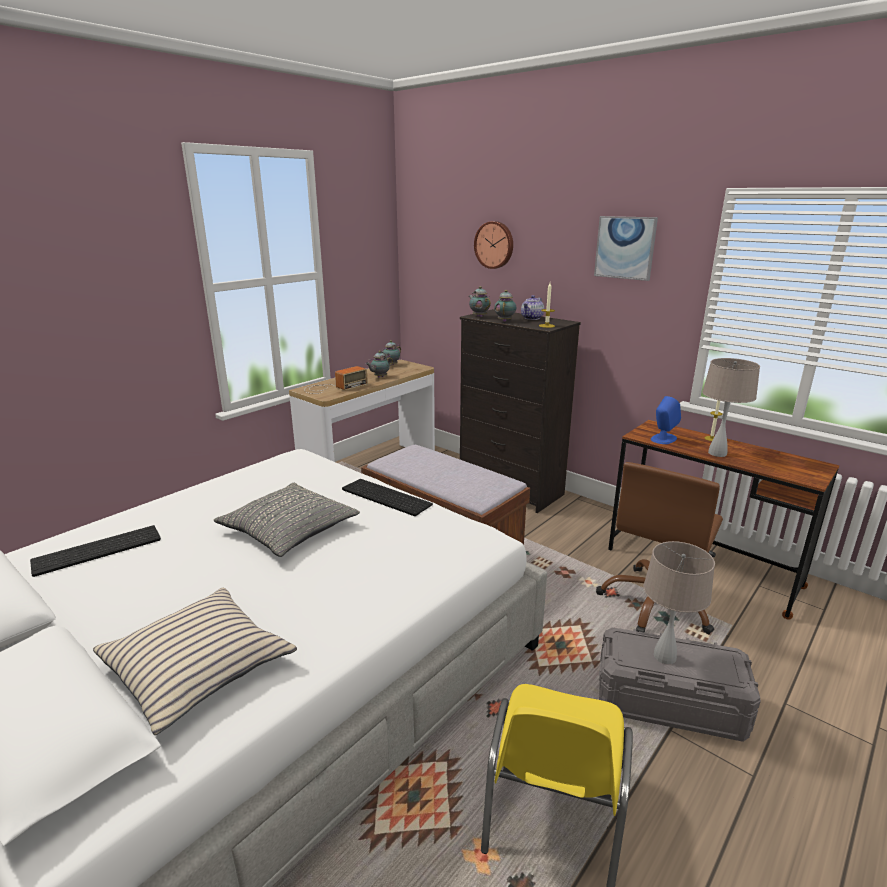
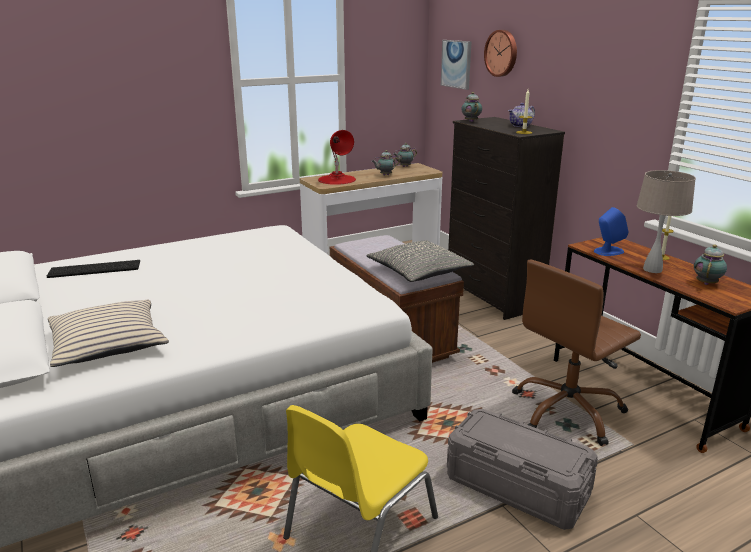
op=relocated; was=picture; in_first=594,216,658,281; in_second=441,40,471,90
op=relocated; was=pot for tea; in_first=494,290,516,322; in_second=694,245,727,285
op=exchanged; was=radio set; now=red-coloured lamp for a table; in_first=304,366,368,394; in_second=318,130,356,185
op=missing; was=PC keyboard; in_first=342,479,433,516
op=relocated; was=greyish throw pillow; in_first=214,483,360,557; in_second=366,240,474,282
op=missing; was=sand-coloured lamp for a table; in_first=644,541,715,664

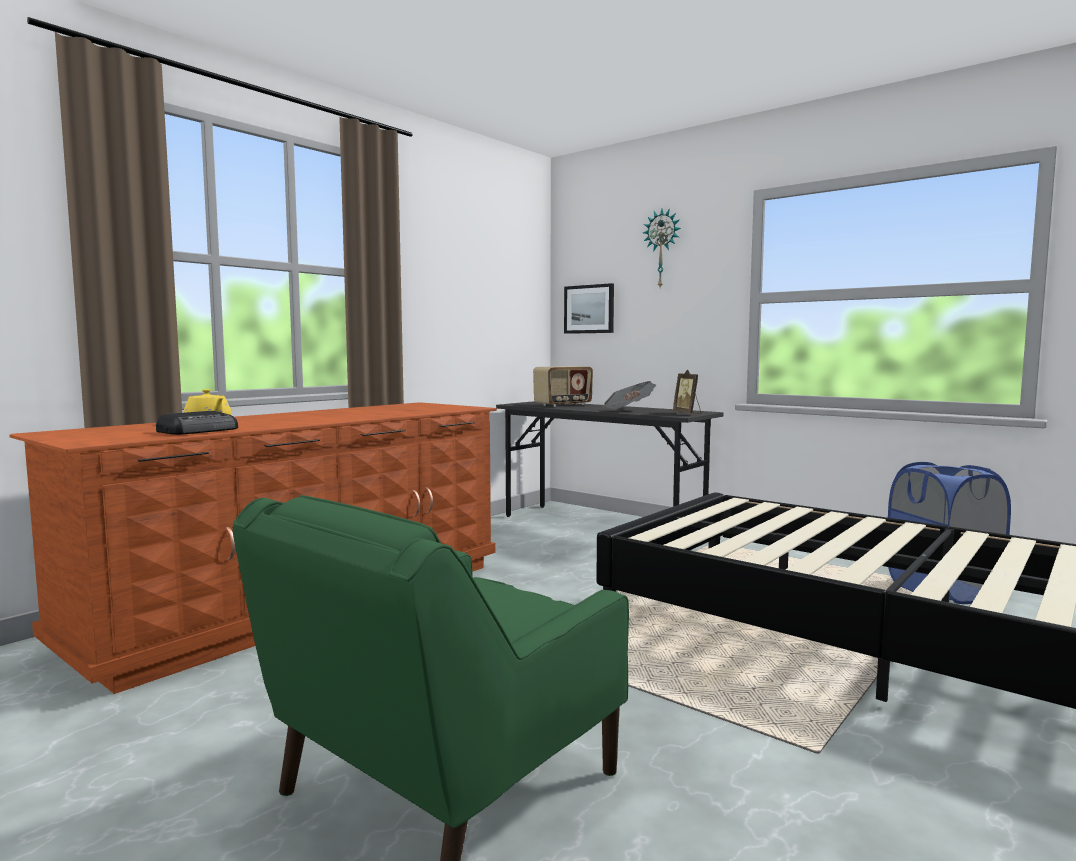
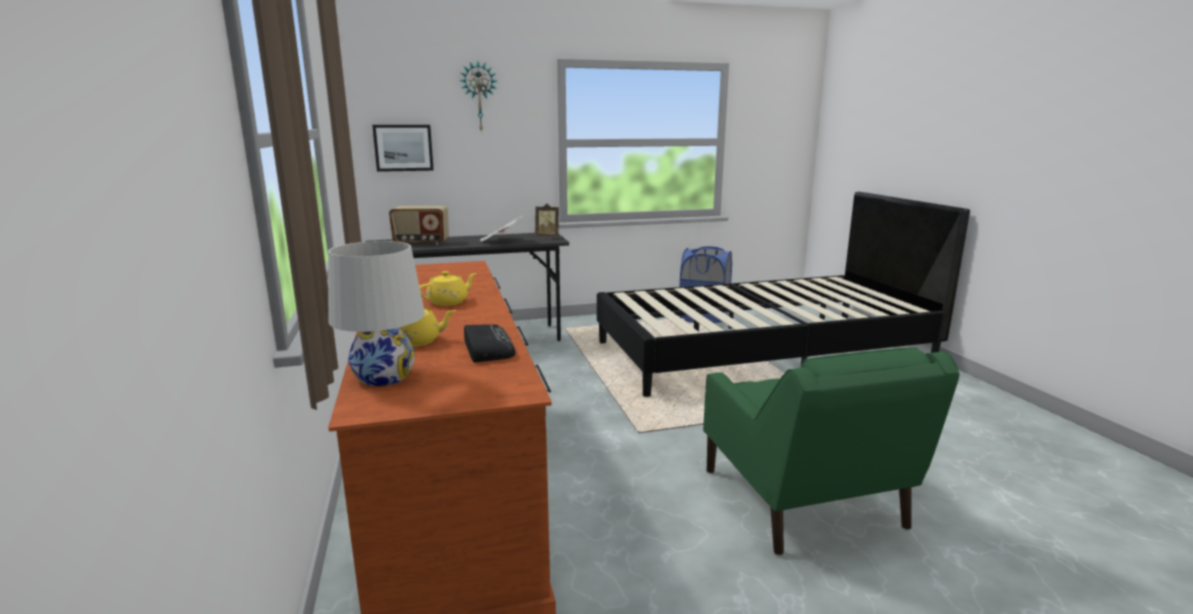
op=spun; was=radio set; in_first=533,366,593,407; in_second=389,206,449,245; clockwise=90
op=appeared; now=white lamp for a table; in_second=328,241,425,386
op=appeared; now=yellow pot for tea; in_second=419,271,477,306

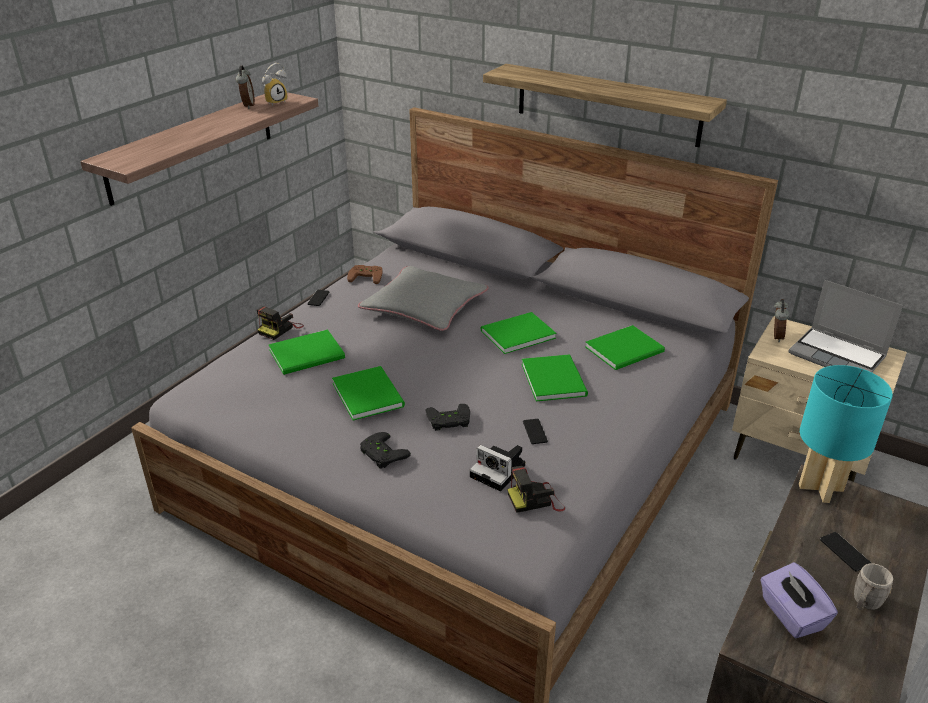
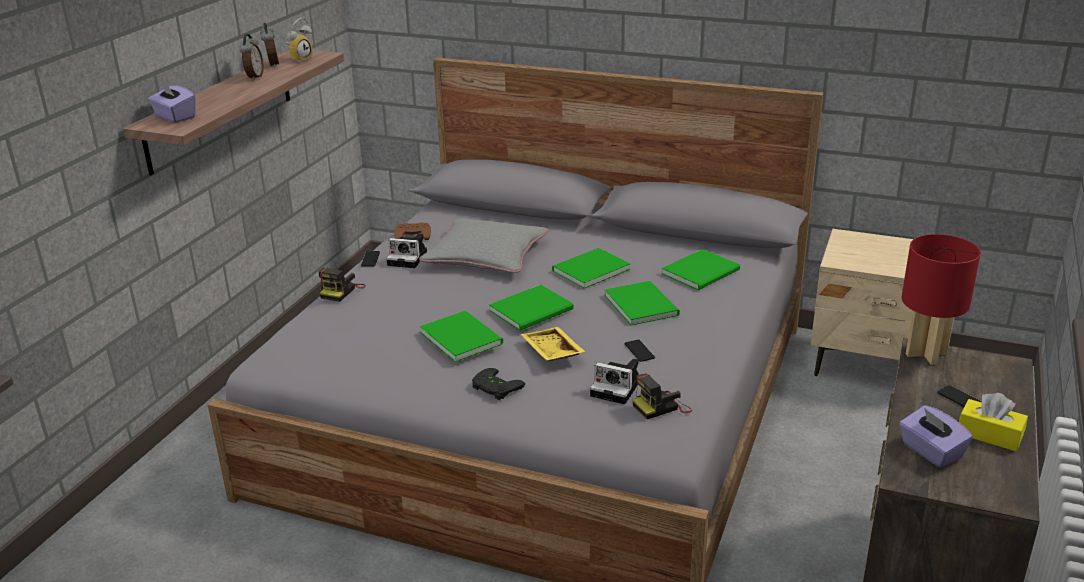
op=missing; was=wall shelf; in_first=483,64,727,147
op=missing; was=laptop; in_first=788,280,903,372
op=relocated; was=table clock; in_first=774,299,789,343; in_second=239,34,264,80
op=relocated; was=green-coloured volume; in_first=268,329,345,375; in_second=489,285,573,331
op=colour; was=turquoise lamp for a table; now=red-coloured lamp for a table; in_first=799,365,893,503; in_second=902,234,981,365
op=exchanged; was=blackish game controller; now=yellow serving tray; in_first=425,404,470,431; in_second=521,327,586,361
op=exchanged; was=greyish tea mug; now=yellow tissue holder; in_first=854,564,893,610; in_second=959,393,1028,451
op=appeared; now=purplish tissue holder; in_second=148,81,196,123
op=appeared; now=photo camera; in_second=386,233,427,268

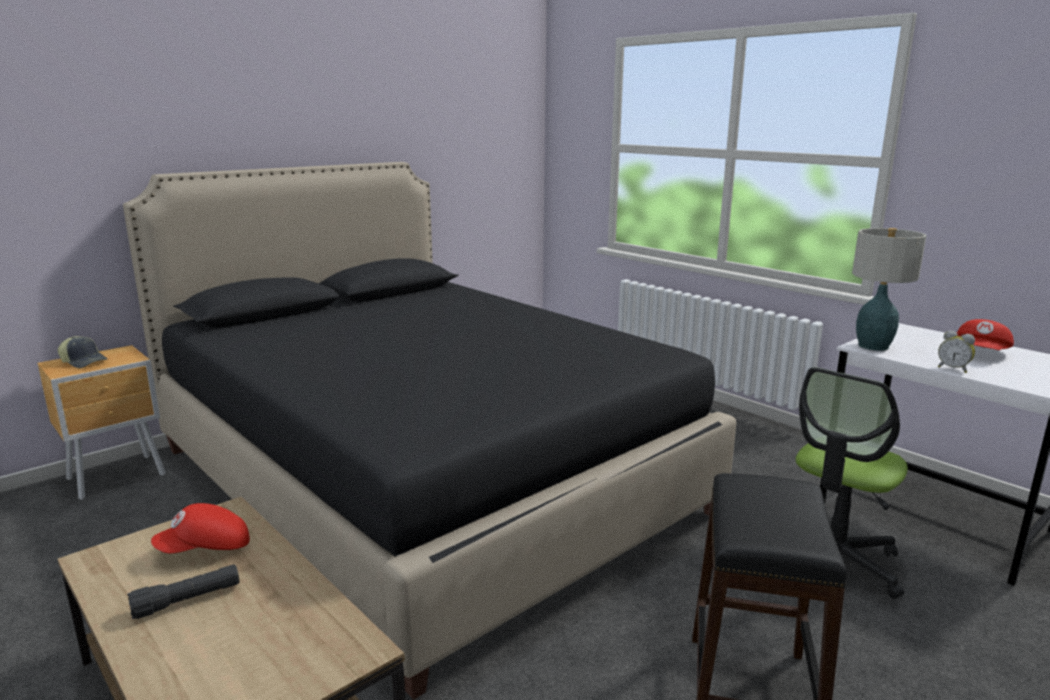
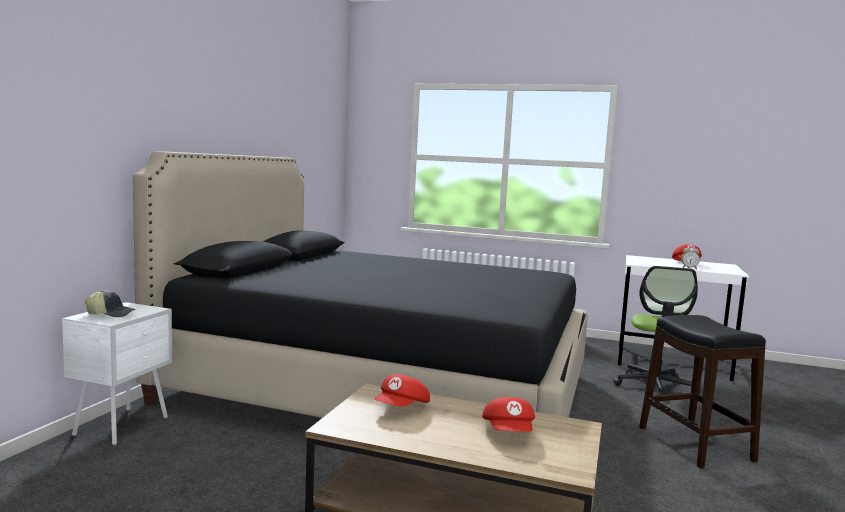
op=missing; was=lamp for a table; in_first=852,228,927,351
op=colour; was=brown-coloured nightstand; now=white nightstand; in_first=37,345,166,500; in_second=62,302,172,445
op=missing; was=blackish hand torch; in_first=127,565,239,619
op=appeared; now=red-coloured peaked cap; in_second=482,397,535,431

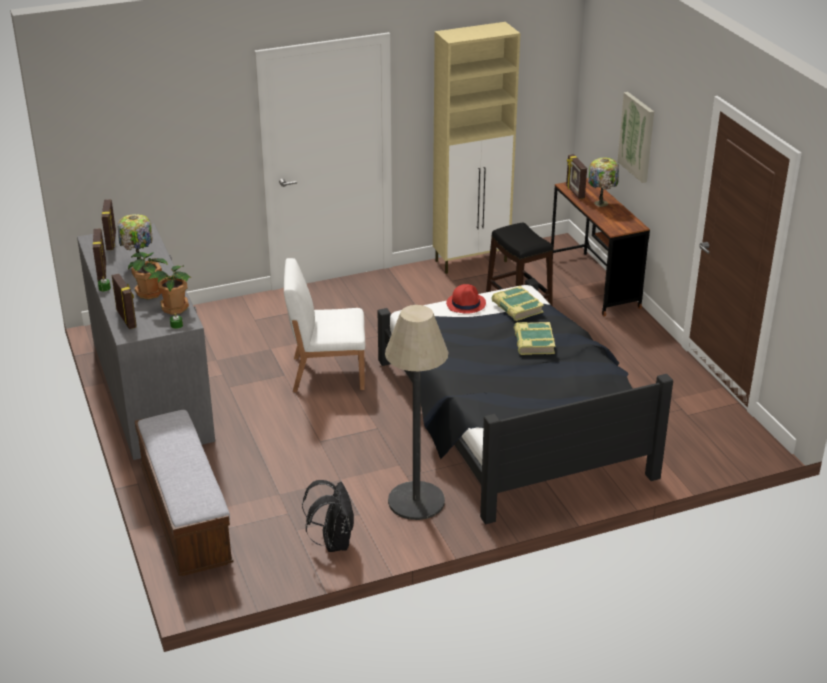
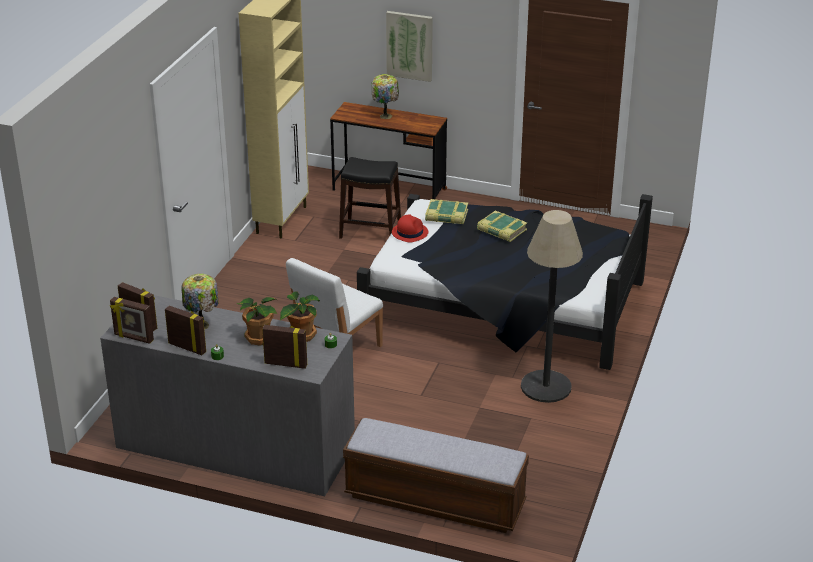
op=relocated; was=photo frame; in_first=566,154,587,199; in_second=110,297,154,344
op=missing; was=blackish backpack; in_first=302,480,354,552

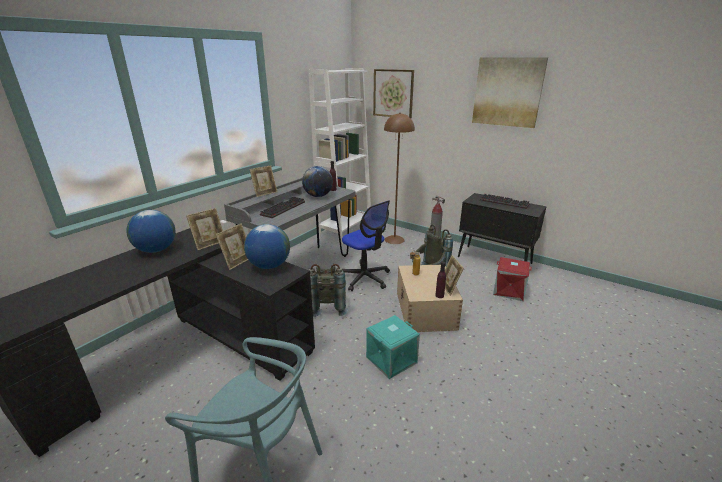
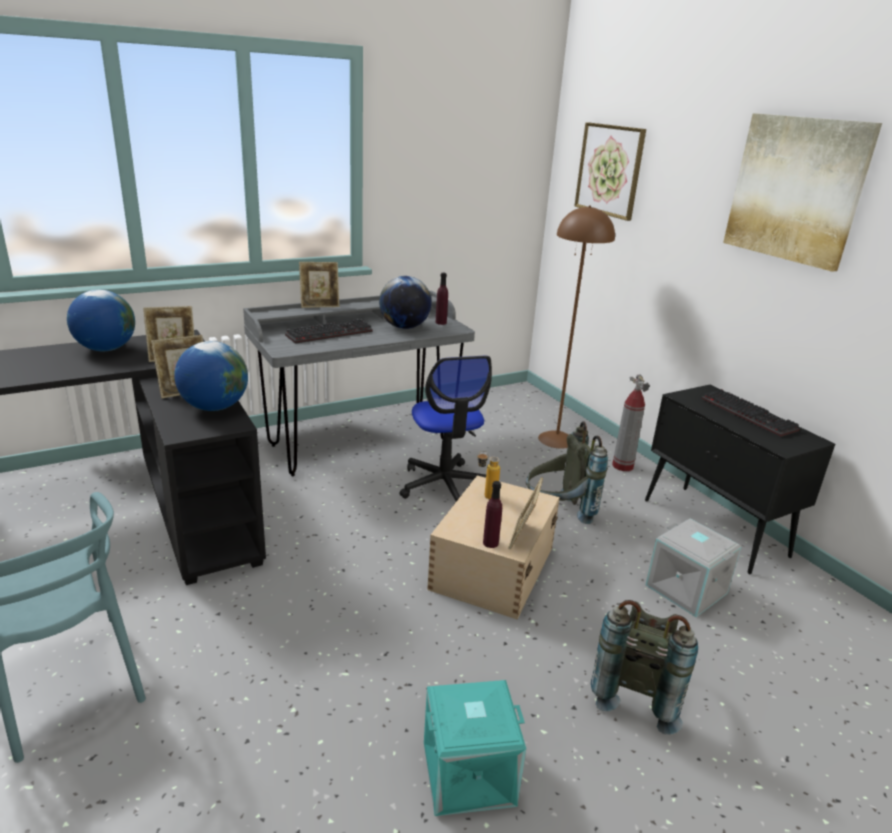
op=missing; was=white shelving unit; in_first=308,68,371,244
op=colour; was=red-coloured storage container; now=greyish storage container; in_first=493,257,532,301; in_second=646,519,741,617
op=relocated; was=greyish backpack; in_first=309,264,348,317; in_second=591,600,698,735
op=relocated; was=turquoise storage container; in_first=366,315,420,379; in_second=424,680,526,816

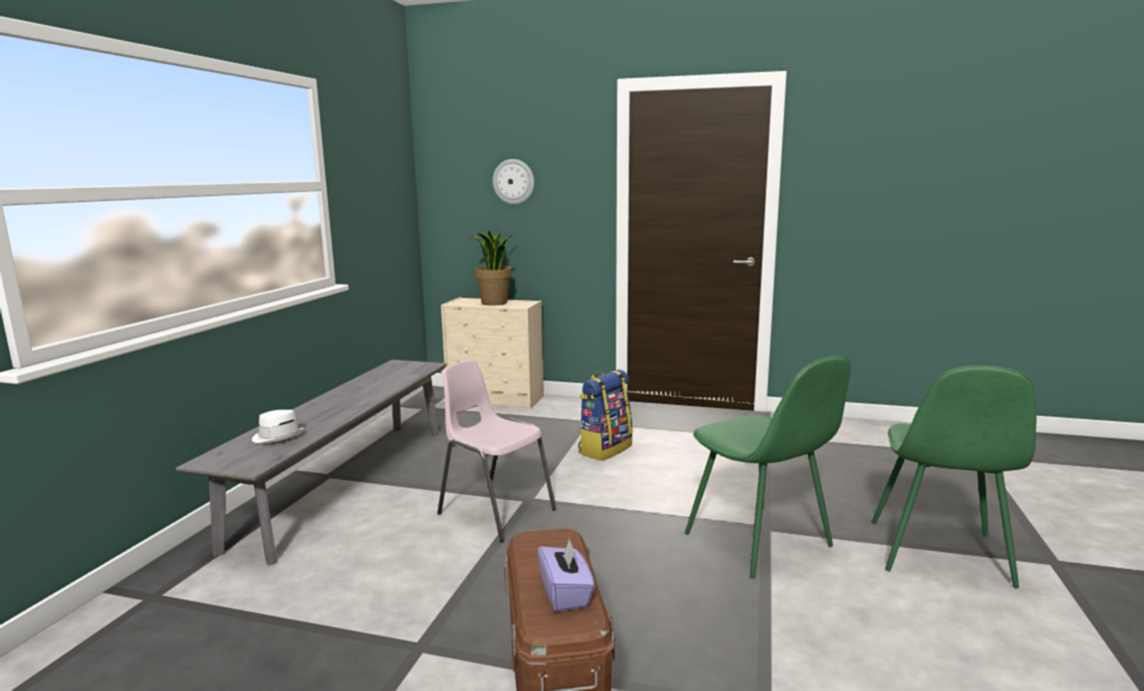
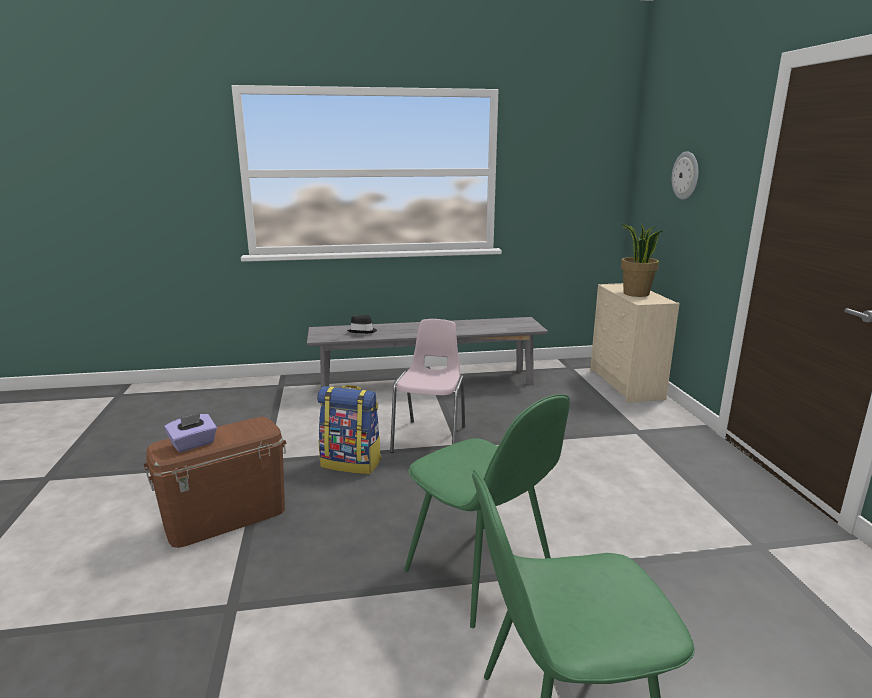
op=spun; was=green-coloured upright chair; in_first=685,356,851,578; in_second=404,394,570,628; clockwise=-75
op=relocated; was=backpack; in_first=578,370,633,461; in_second=317,385,381,474
op=colour; was=white hat; now=blackish hat; in_first=252,410,304,443; in_second=347,315,377,334

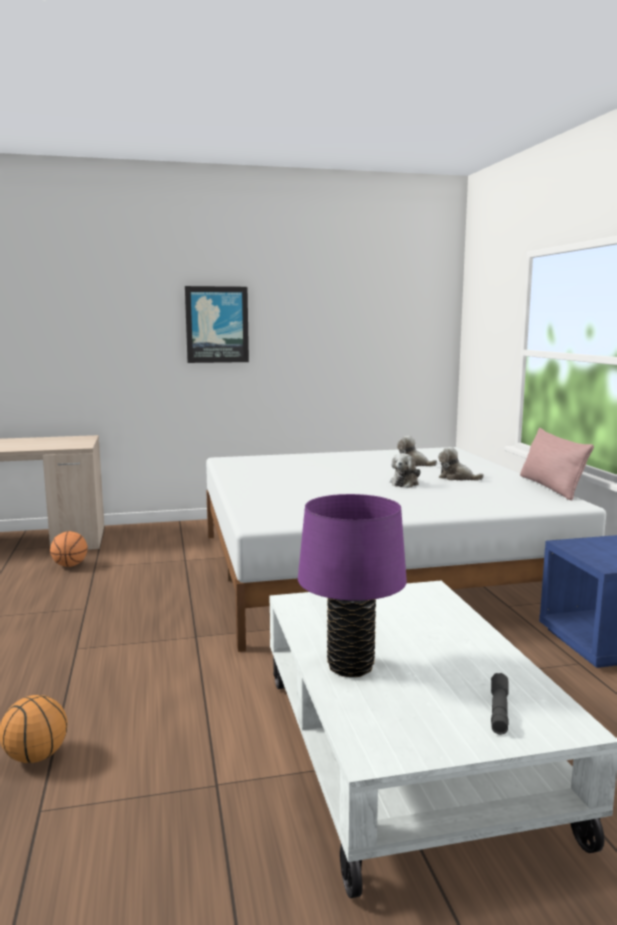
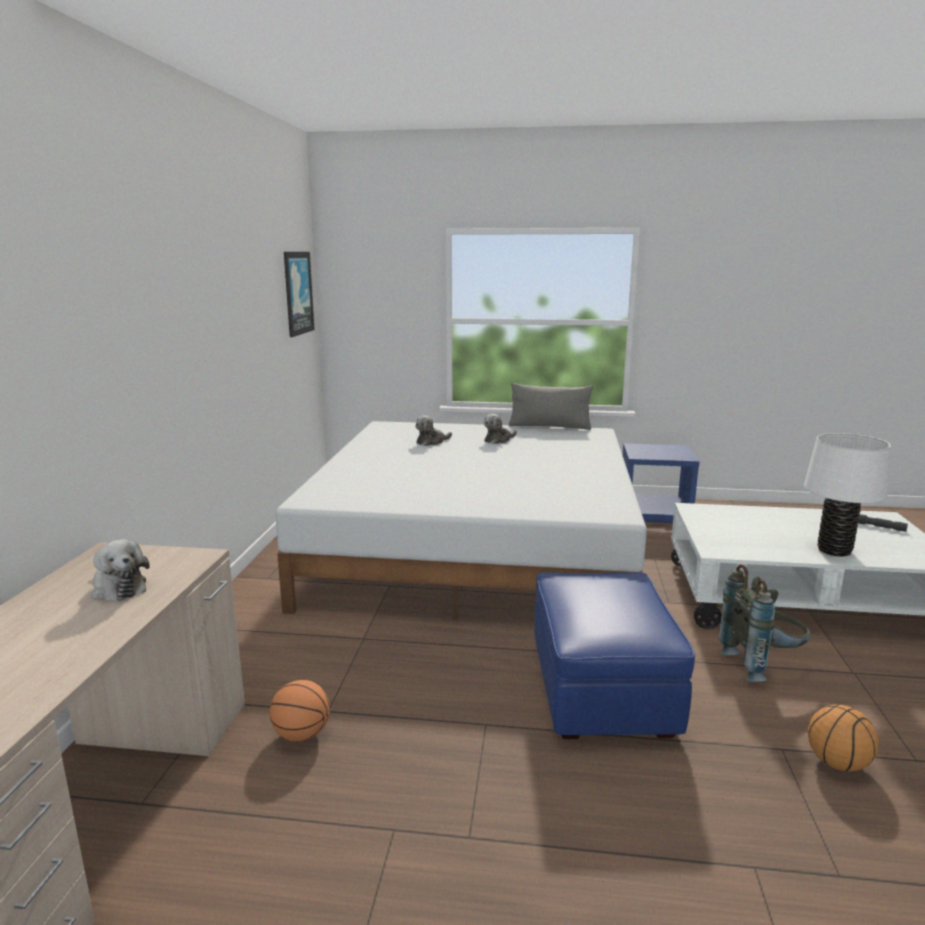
op=relocated; was=picture; in_first=185,286,249,363; in_second=284,252,315,337
op=colour; was=pink throw pillow; now=greyish throw pillow; in_first=520,428,594,501; in_second=509,383,593,430
op=relocated; was=cuddly toy; in_first=390,453,421,488; in_second=91,539,150,601
op=colour; was=purplish lamp for a table; now=white lamp for a table; in_first=298,494,407,677; in_second=804,433,891,557
op=appeared; now=greyish backpack; in_second=719,564,810,681
op=appeared; now=blue-coloured ottoman; in_second=535,572,695,739

